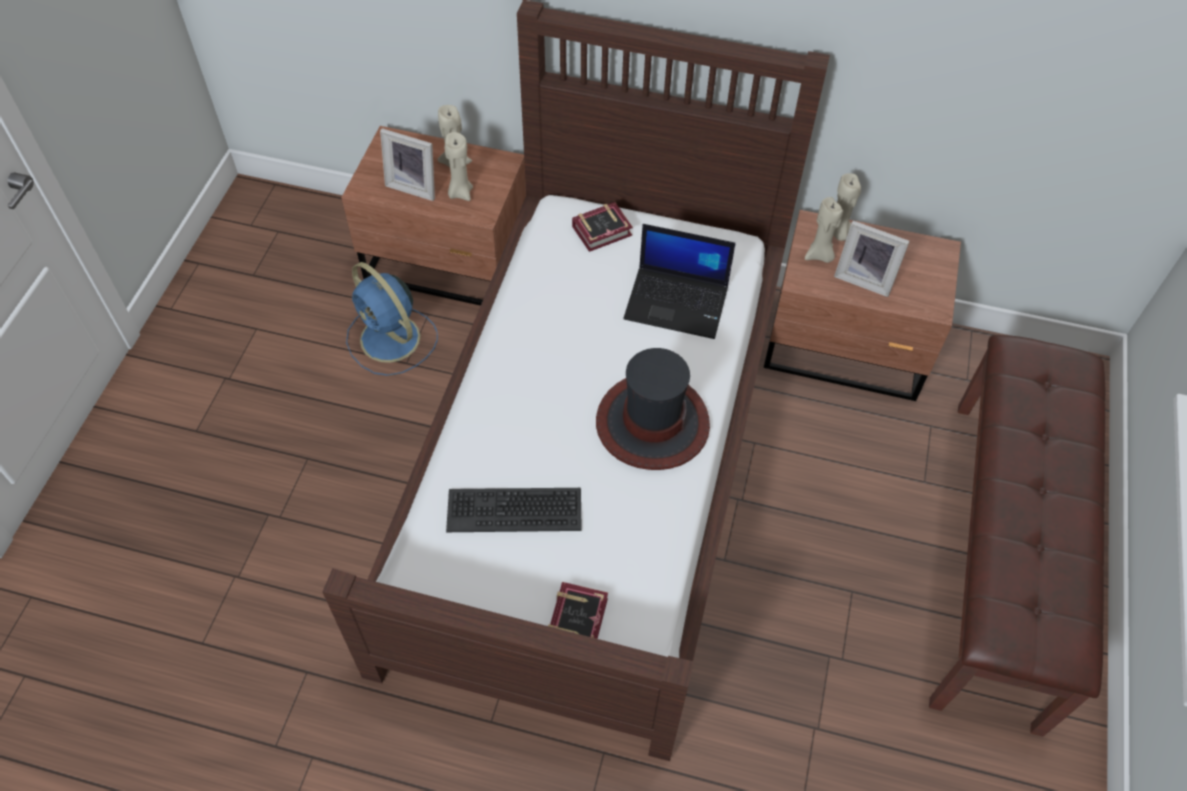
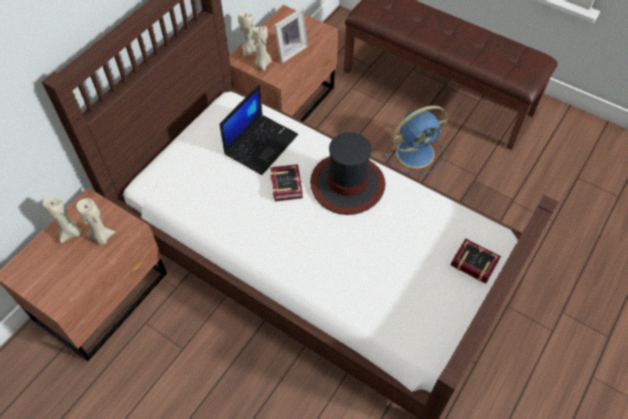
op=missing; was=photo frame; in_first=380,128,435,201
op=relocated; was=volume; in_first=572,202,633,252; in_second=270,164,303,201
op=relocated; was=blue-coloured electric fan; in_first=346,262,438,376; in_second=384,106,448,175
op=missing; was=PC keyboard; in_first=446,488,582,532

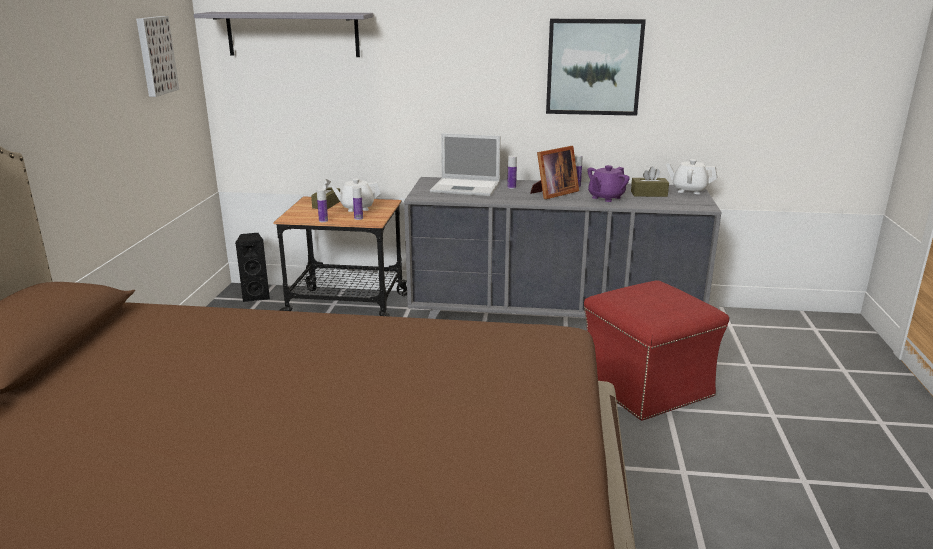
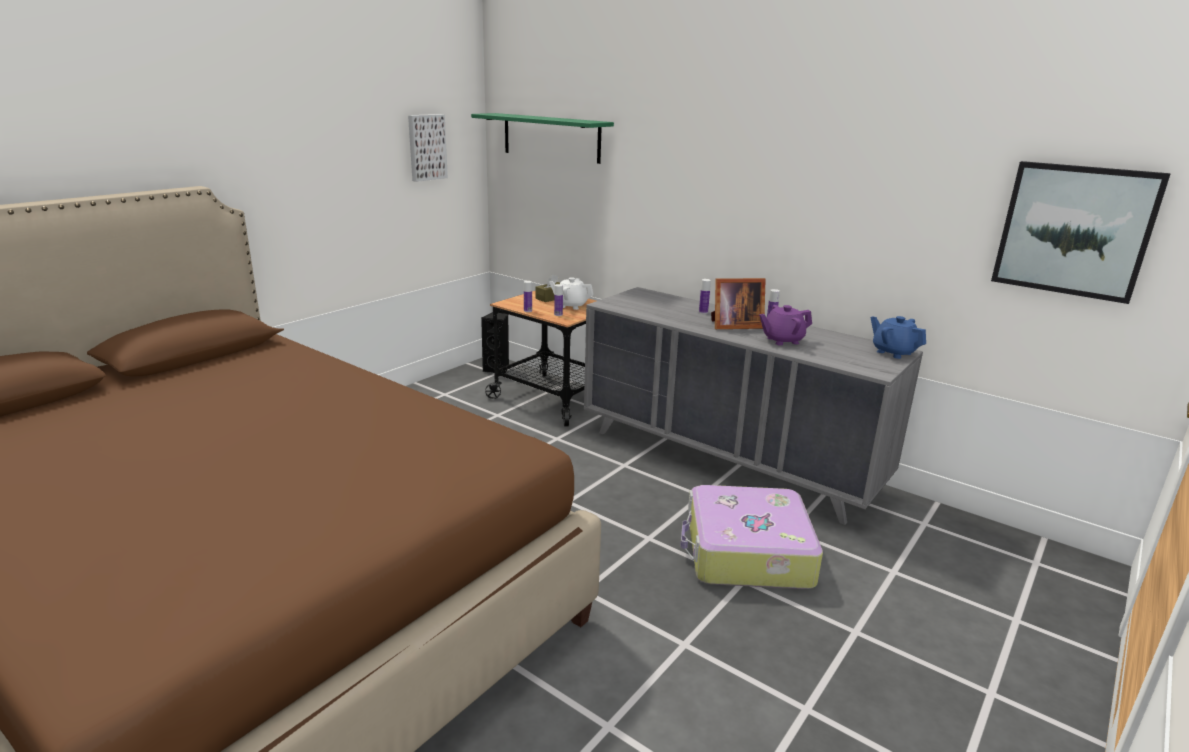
op=colour; was=greyish wall shelf; now=green-coloured wall shelf; in_first=194,12,373,57; in_second=471,113,614,164
op=relocated; was=picture; in_first=546,19,646,116; in_second=991,161,1171,304
op=missing; was=laptop; in_first=430,133,501,196
op=colour; was=white pot for tea; now=blue-coloured pot for tea; in_first=666,159,717,194; in_second=871,316,926,359
op=missing; was=brown-coloured tissue holder; in_first=631,167,669,197
op=exchanged; was=red-coloured ottoman; now=piece of luggage; in_first=584,280,729,421; in_second=680,485,823,589

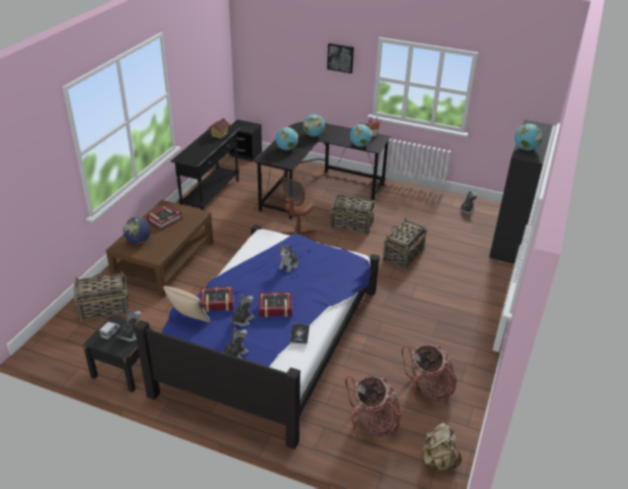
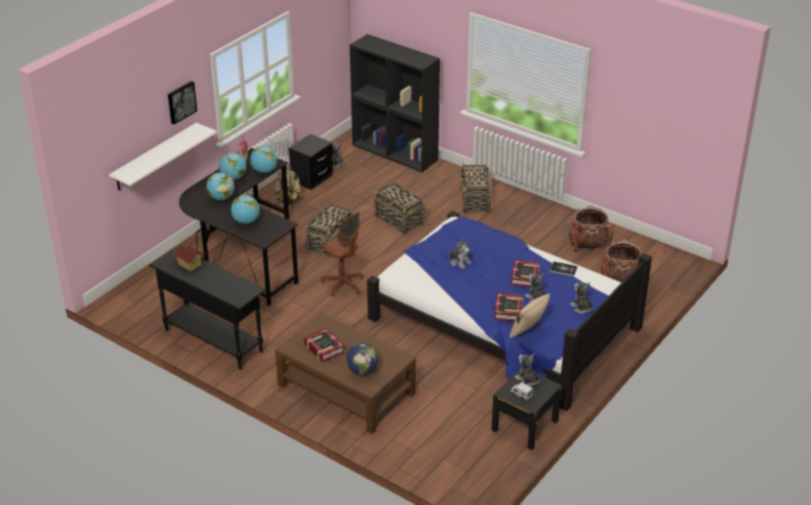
op=relocated; was=blackish nightstand; in_first=229,119,262,161; in_second=289,134,333,190
op=relocated; was=world globe; in_first=515,124,542,150; in_second=219,152,246,180
op=relocated; was=basket; in_first=74,271,129,322; in_second=459,163,492,213
op=relocated; was=sand-coloured backpack; in_first=420,423,462,471; in_second=274,166,302,205
op=appeared; now=white wall shelf; in_second=109,123,217,190

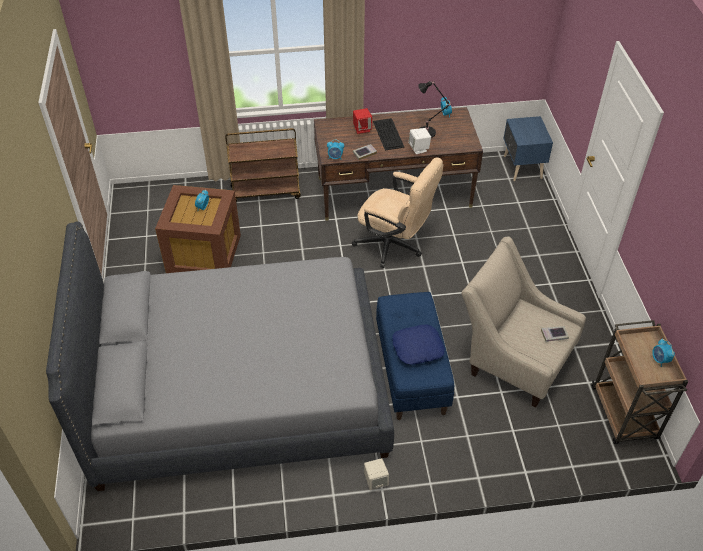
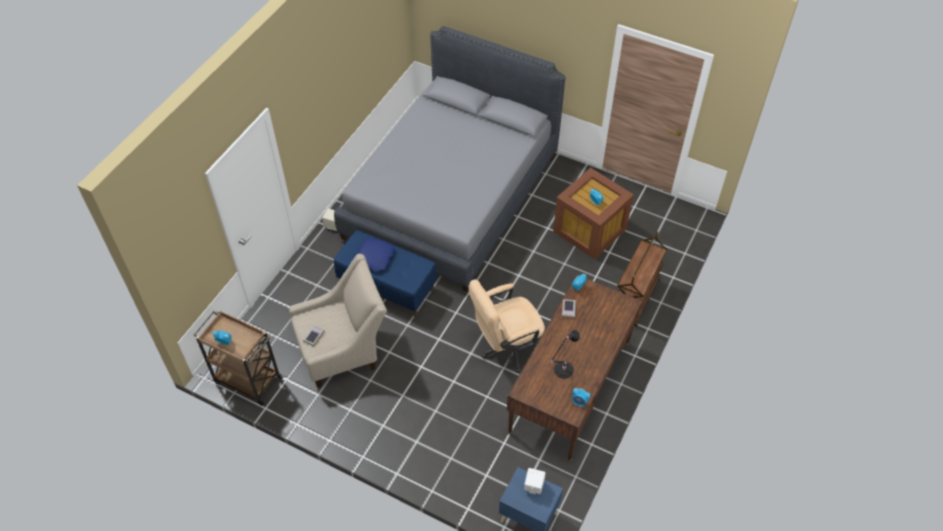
op=missing; was=red-coloured loudspeaker; in_first=353,108,372,134
op=missing; was=PC keyboard; in_first=373,118,405,150
op=relocated; was=white loudspeaker; in_first=408,128,431,154; in_second=524,468,545,494

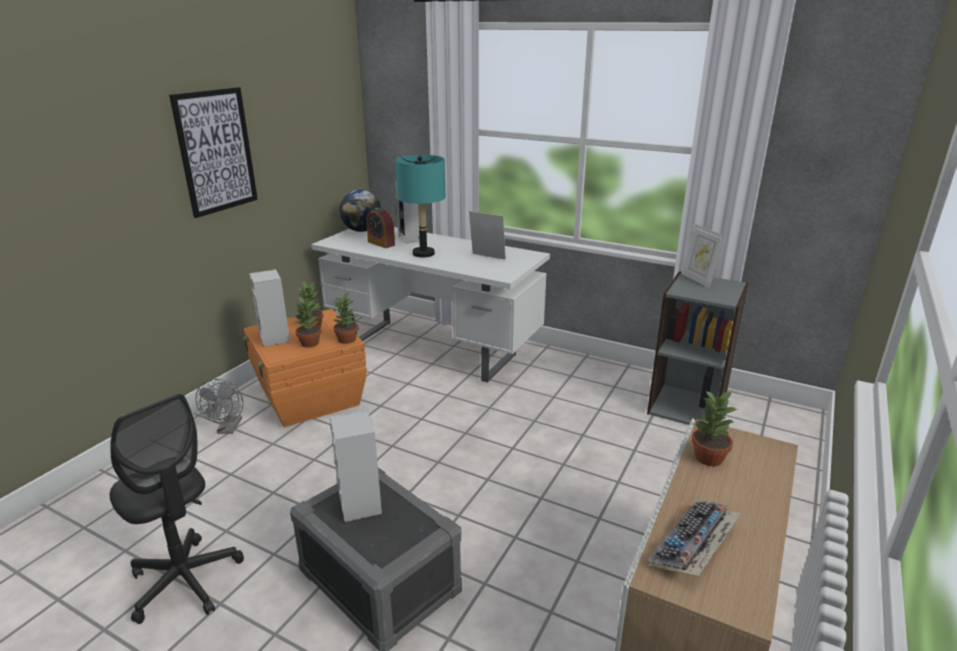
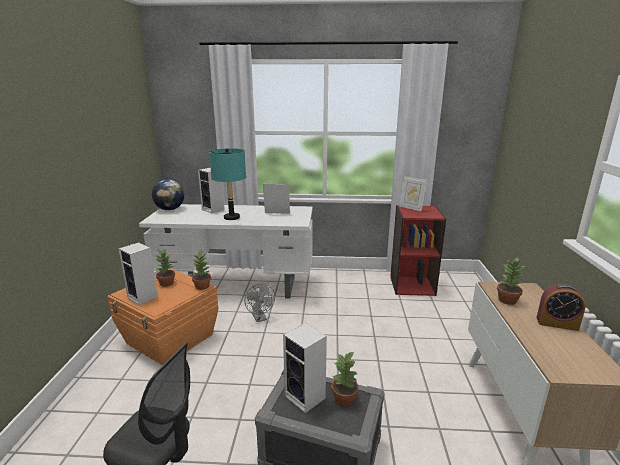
op=missing; was=picture; in_first=169,87,258,218
op=relocated; was=table clock; in_first=366,208,395,248; in_second=537,284,585,331
op=colour; was=greyish shelving unit; now=red-coloured shelving unit; in_first=647,271,749,425; in_second=390,205,446,296
op=relocated; was=houseplant; in_first=294,297,321,347; in_second=332,352,359,406
op=relocated; was=greyish electric fan; in_first=195,379,243,434; in_second=245,284,275,322
op=missing; was=PC keyboard; in_first=648,501,742,576

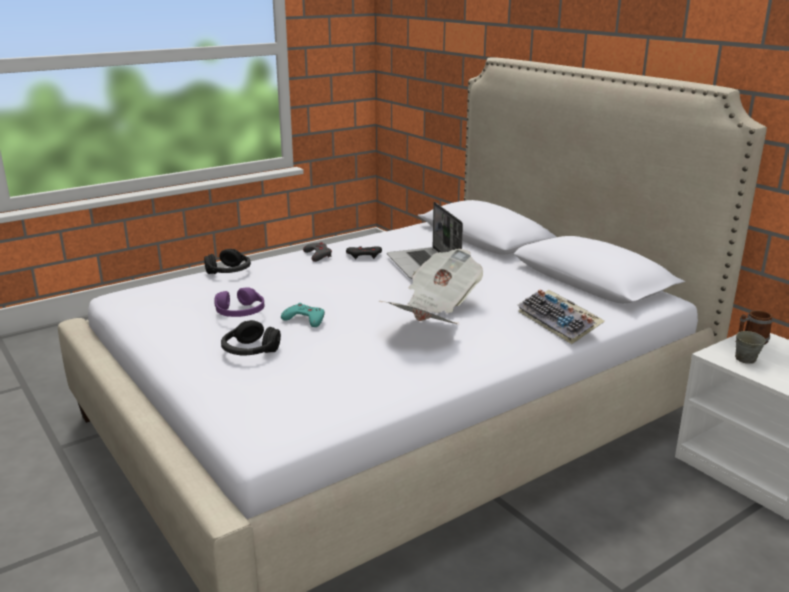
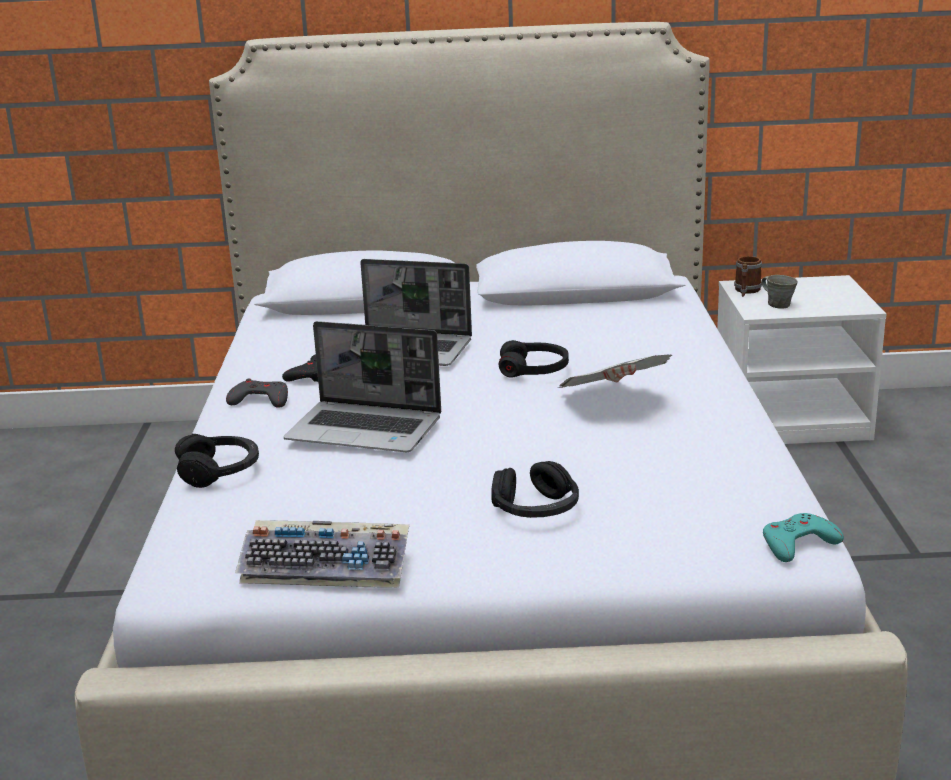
op=exchanged; was=daily paper; now=blackish pair of headphones; in_first=407,249,483,313; in_second=499,340,569,378
op=missing; was=purplish pair of headphones; in_first=214,287,264,317
op=relocated; was=PC keyboard; in_first=517,289,605,344; in_second=235,520,409,588
op=relocated; was=turquoise game controller; in_first=281,303,325,327; in_second=763,513,844,562
op=appeared; now=laptop; in_second=284,321,441,452

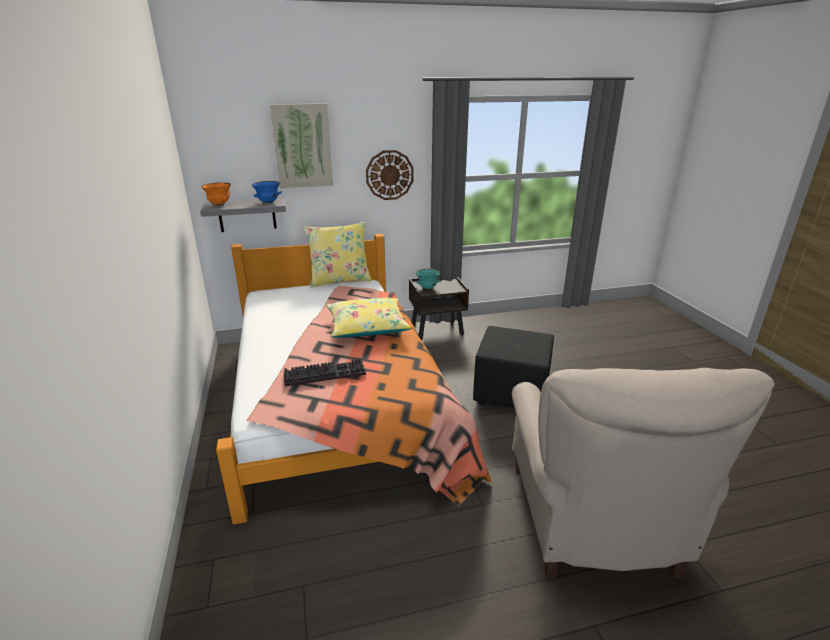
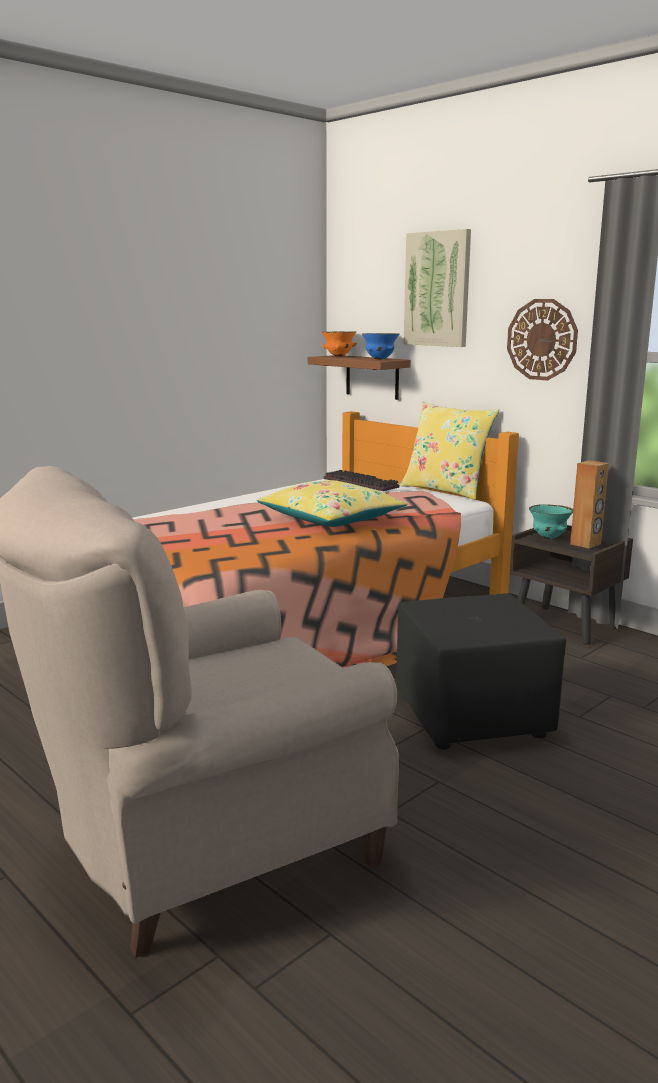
op=colour; was=greyish wall shelf; now=brown-coloured wall shelf; in_first=200,198,286,232; in_second=308,355,411,400
op=relocated; was=PC keyboard; in_first=284,358,366,386; in_second=324,470,400,491
op=appeared; now=brown-coloured loudspeaker; in_second=570,460,609,549

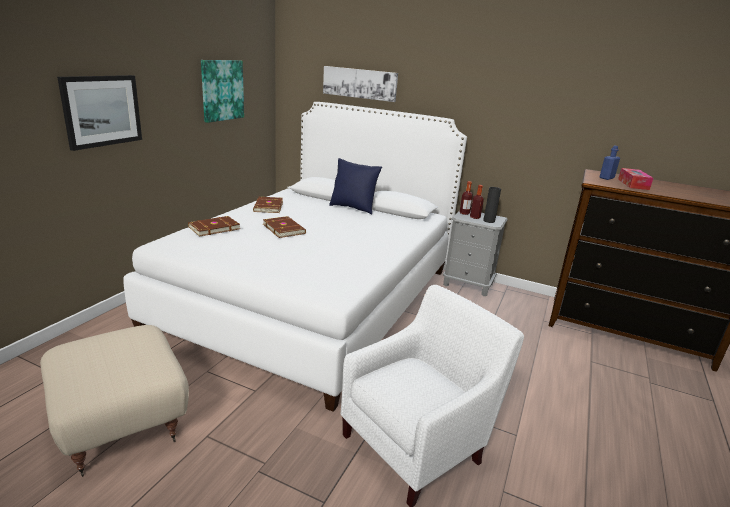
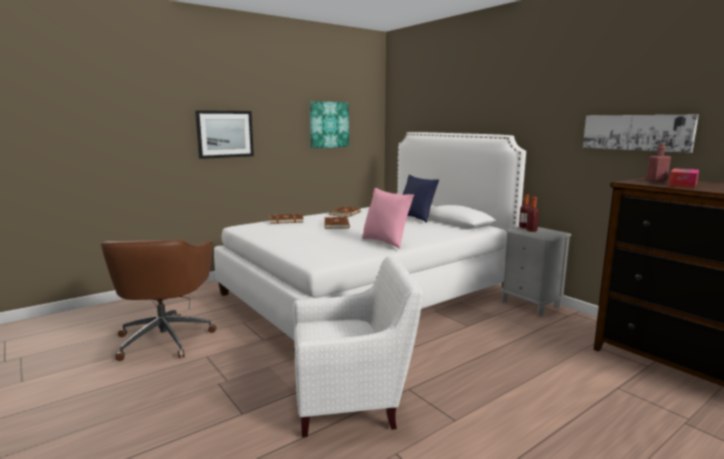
op=relocated; was=picture; in_first=323,66,398,102; in_second=583,115,699,153
op=colour; was=blue-coloured drink bottle; now=red-coloured drink bottle; in_first=599,146,620,180; in_second=646,143,671,182
op=missing; was=blackish vase; in_first=483,187,501,223
op=exchanged; was=sand-coloured ottoman; now=brown-coloured office chair; in_first=40,325,189,477; in_second=101,239,217,361
op=appeared; now=pink throw pillow; in_second=362,188,414,249

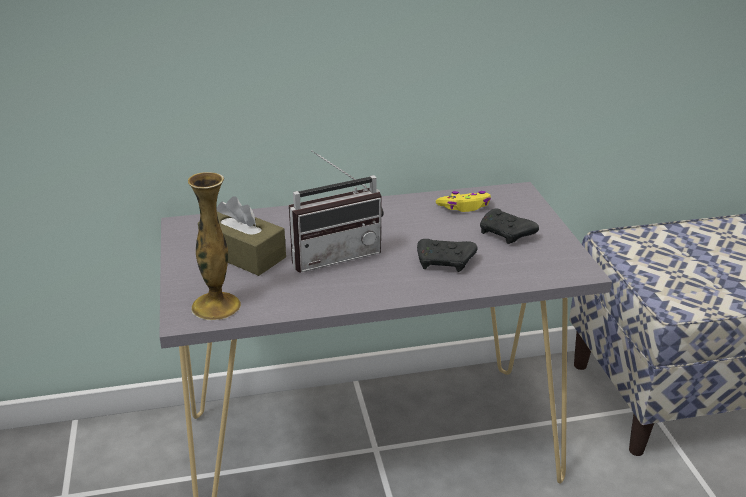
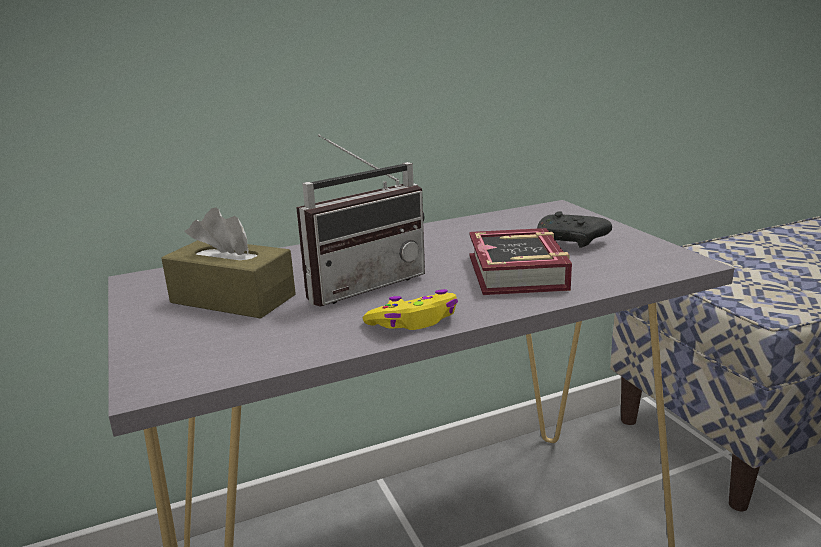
op=missing; was=vase; in_first=188,172,241,320
op=relocated; was=yellow game controller; in_first=436,191,491,212; in_second=362,289,458,330
op=exchanged; was=blackish game controller; now=volume; in_first=417,239,478,272; in_second=469,228,572,295

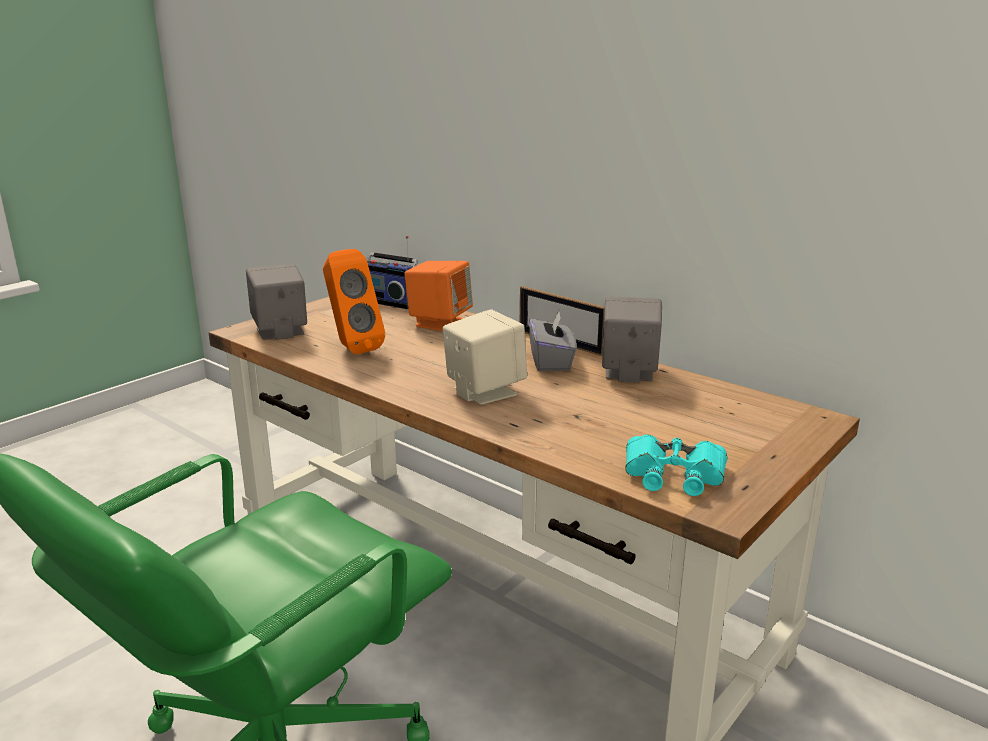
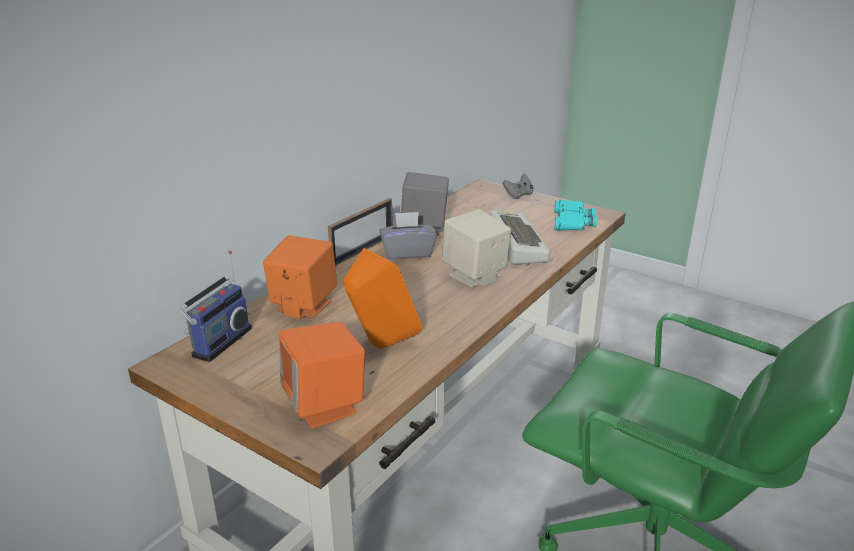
op=colour; was=greyish loudspeaker; now=orangey loudspeaker; in_first=246,263,307,340; in_second=279,322,365,428
op=appeared; now=greyish game controller; in_second=503,174,534,199
op=appeared; now=PC keyboard; in_second=489,210,550,265

